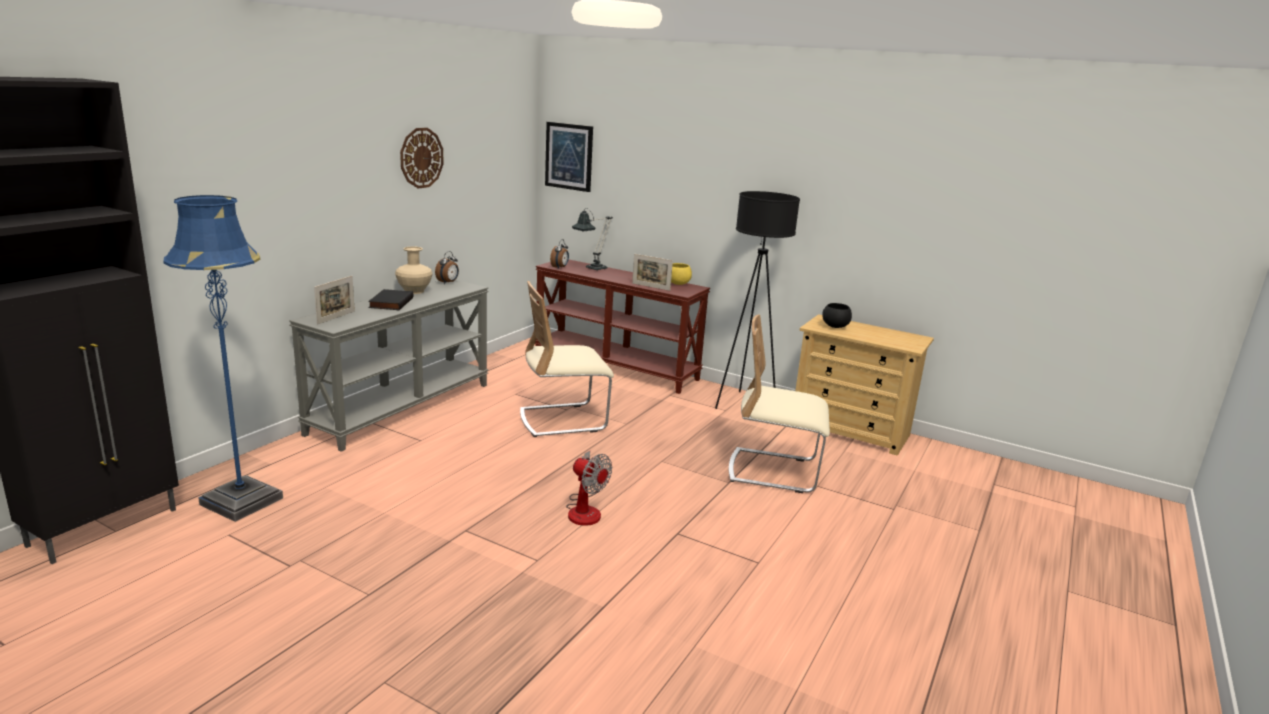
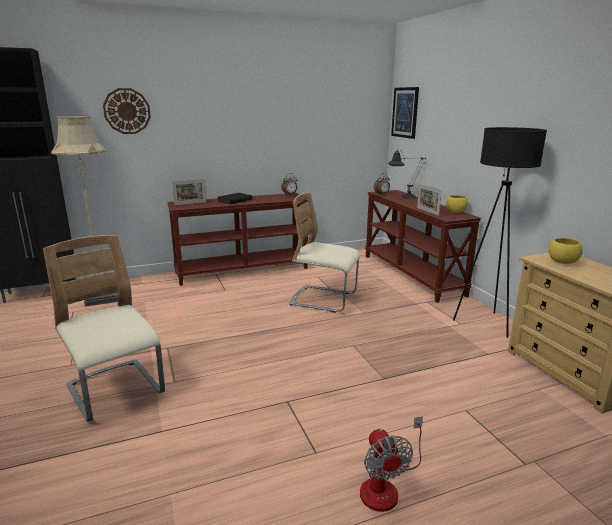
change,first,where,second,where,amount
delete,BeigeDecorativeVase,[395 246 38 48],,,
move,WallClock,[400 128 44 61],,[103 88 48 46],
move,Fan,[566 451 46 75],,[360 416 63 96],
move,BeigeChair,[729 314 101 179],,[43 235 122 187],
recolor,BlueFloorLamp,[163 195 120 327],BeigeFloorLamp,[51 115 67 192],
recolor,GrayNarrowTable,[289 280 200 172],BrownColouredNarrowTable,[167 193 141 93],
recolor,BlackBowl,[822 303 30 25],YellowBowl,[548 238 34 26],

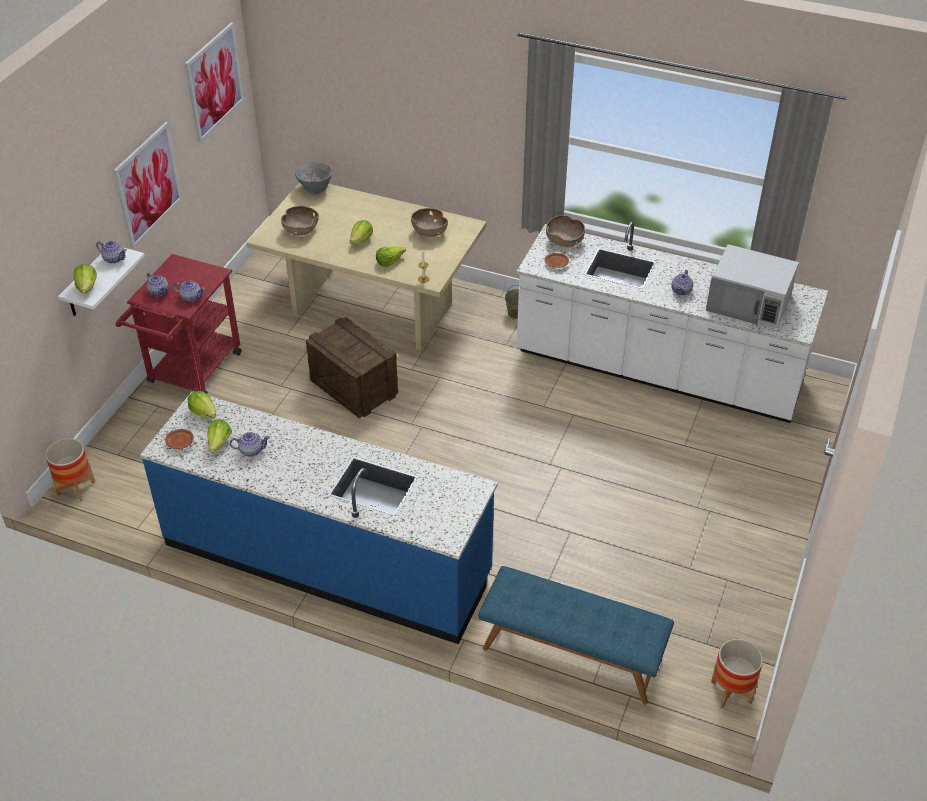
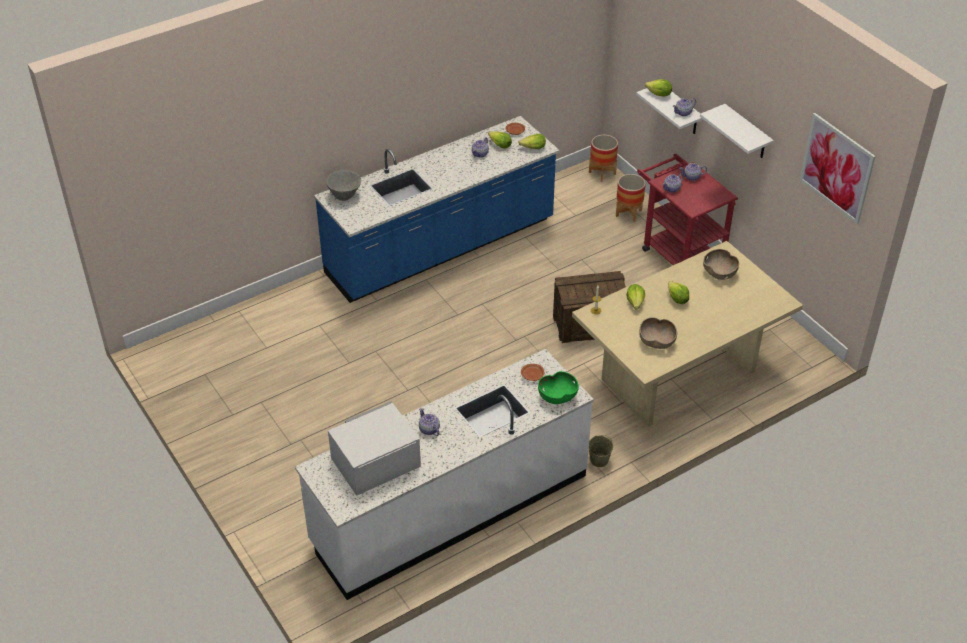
change,first,where,second,where,amount
delete,BlueIndoorBench,[478 566 196 139],,,
move,GrayBowl,[295 162 37 32],,[326 170 35 31],
move,Planter,[711 639 52 70],,[616 174 30 48],
replace,WallArt,[114 122 68 127],WhiteColouredShelf,[700 104 74 54],
recolor,BrownColouredBowl,[546 215 39 32],GreenBowl,[538 371 41 33],

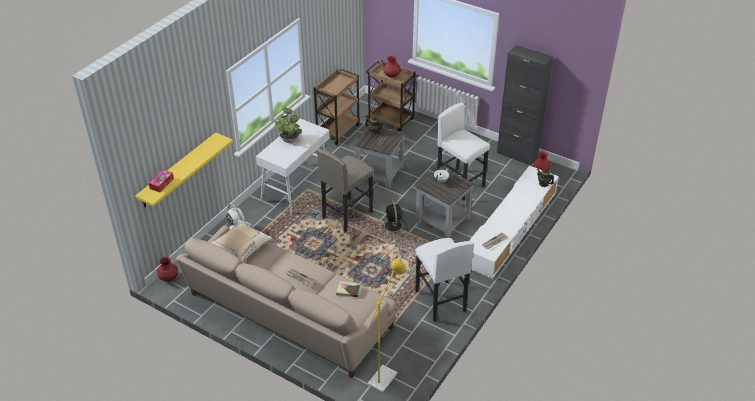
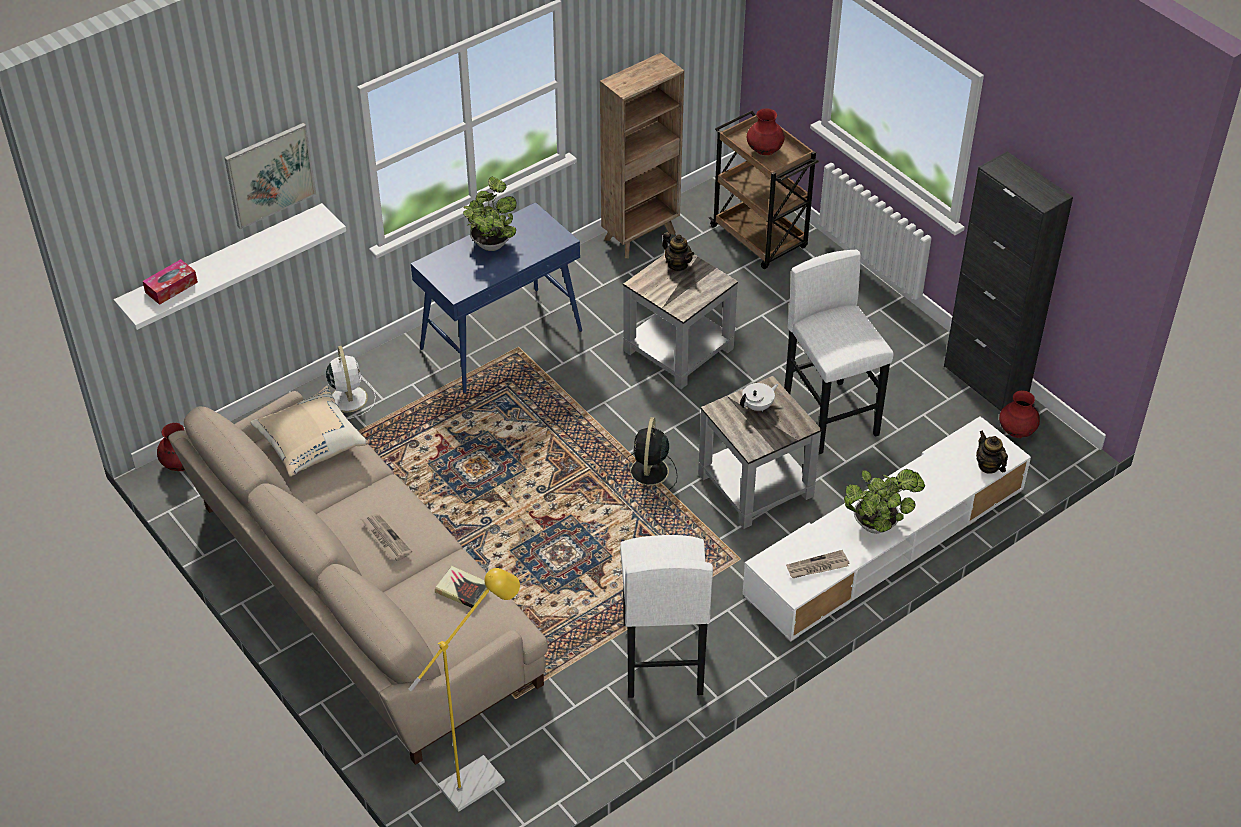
change,first,where,second,where,amount
delete,GrayStoolSeat,[317 150 56 82],,,
insert,,,WallArt,[224 123 92 106],
insert,,,PlantInAPot,[844 469 81 65],
replace,BrownColouredWheeledCart,[313 69 46 76],BrownColouredShelvingUnit,[600 53 84 205],
recolor,YellowShelf,[135 132 98 75],WhiteColouredShelf,[114 203 232 127],
recolor,WhiteColouredNarrowTable,[256 119 74 95],BlueNarrowTable,[411 202 171 191],

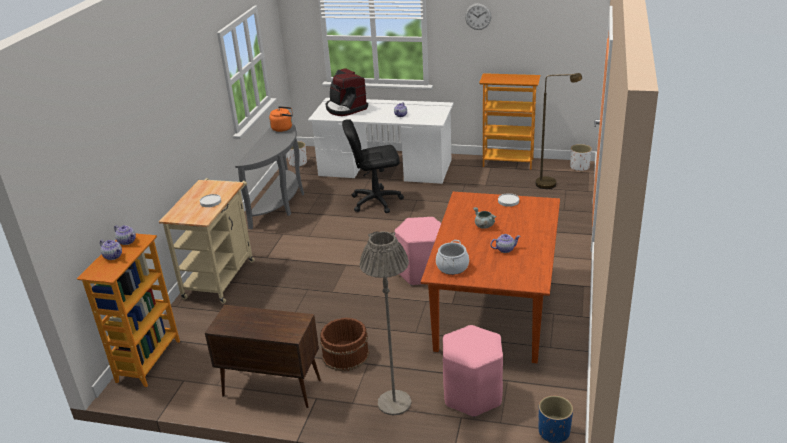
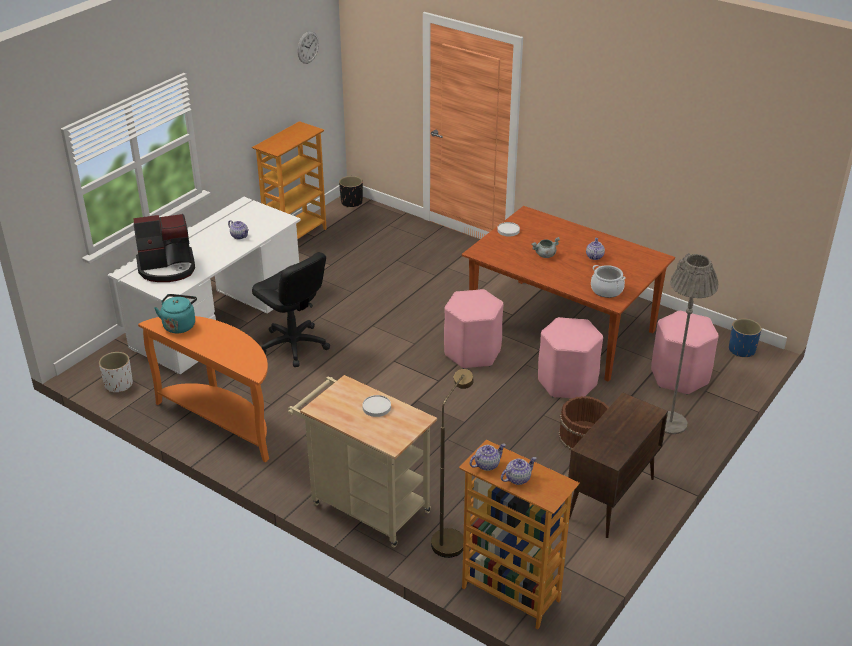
change,first,where,second,where,amount
insert,,,PinkColouredStoolSeat,[538 317 65 81],
move,WallClock,[465 3 27 27],,[297 31 22 33],
move,BrownColouredFloorLamp,[536 73 46 116],,[431 369 43 189],
recolor,GrayNarrowTable,[235 123 69 106],OrangeyNarrowTable,[138 316 131 146],
recolor,OrangeyKettle,[269 106 24 26],TurquoiseColouredKettle,[154 294 43 39],
recolor,WhiteColouredPlanter,[570 144 22 28],BlackPlanter,[339 176 24 32],
rotate,BlackOfficeChair,[342 119 62 94],,[252 252 78 115],60 degrees counterclockwise

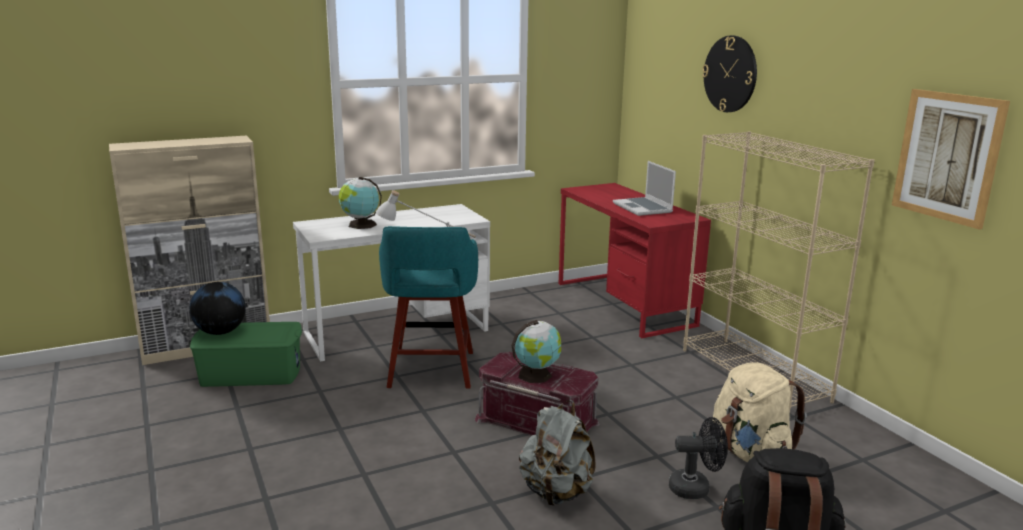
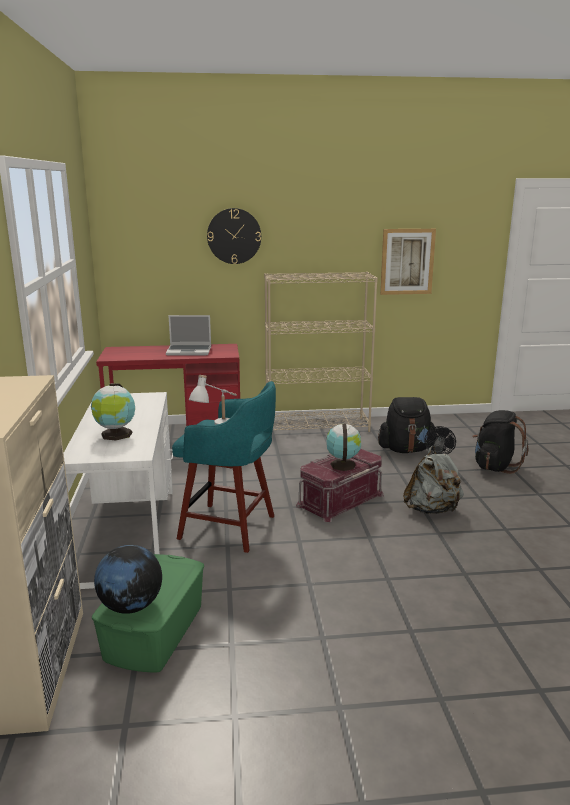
change,first,where,second,where,amount
recolor,BeigeKnapsack,[713 362 94 100],BlackKnapsack,[378 397 60 56],

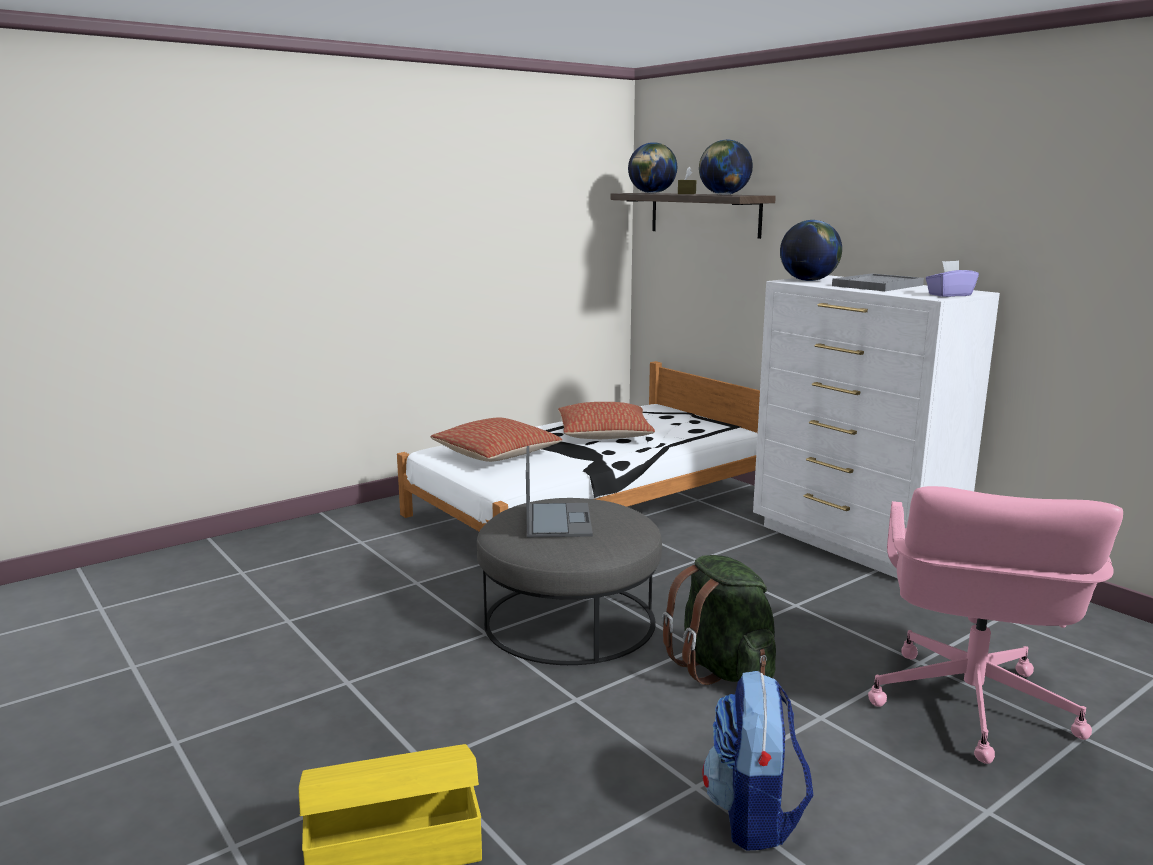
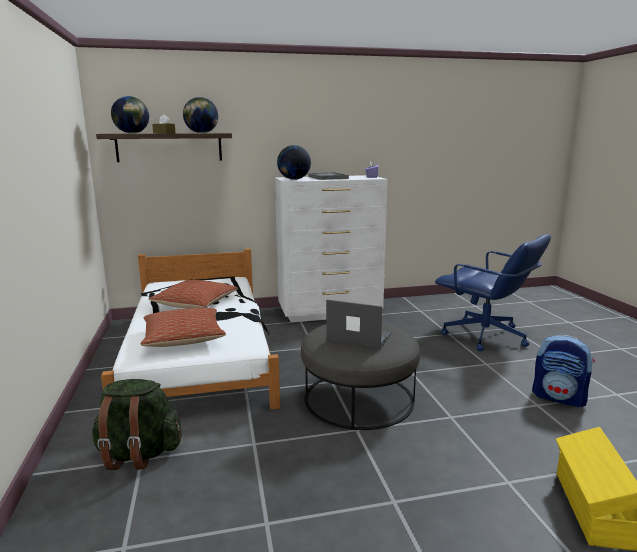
change,first,where,second,where,amount
move,GreenKnapsack,[662 555 114 130],,[92 379 90 91],
recolor,PinkColouredOfficeChair,[868 486 255 278],BlueOfficeChair,[435 234 116 117],

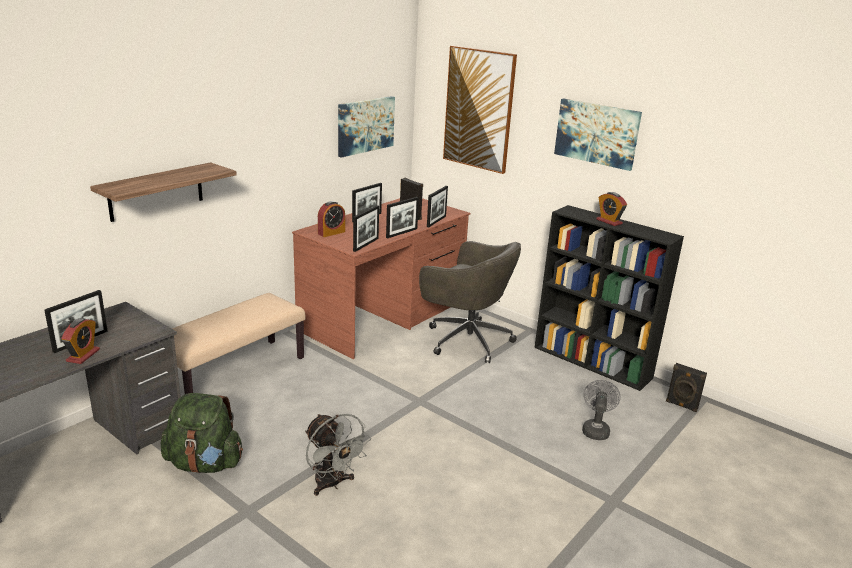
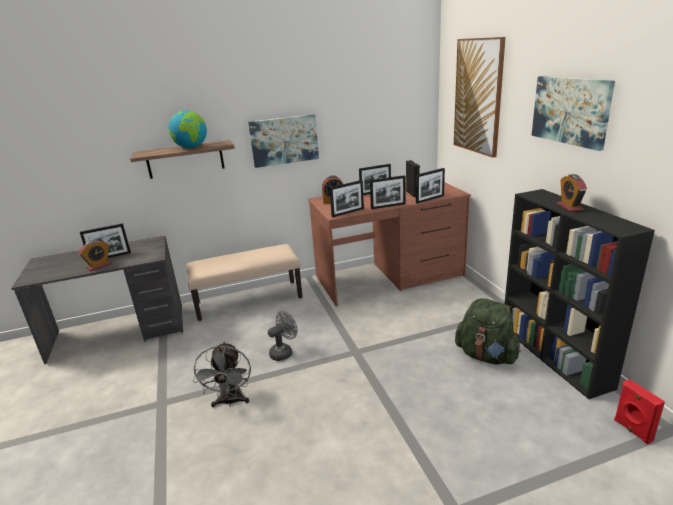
change,first,where,second,where,amount
delete,GrayOfficeChair,[419 241 102 122],,,
insert,,,DeskGlobe,[169 110 38 38],
move,GreenKnapsack,[161 393 82 80],,[455 298 66 66],
move,WallArt,[338 96 57 62],,[248 114 71 54],
move,GrayFan,[582 380 39 60],,[268 311 29 50],
recolor,BlackLoudspeaker,[666 363 41 49],ReddishLoudspeaker,[614 379 51 65],

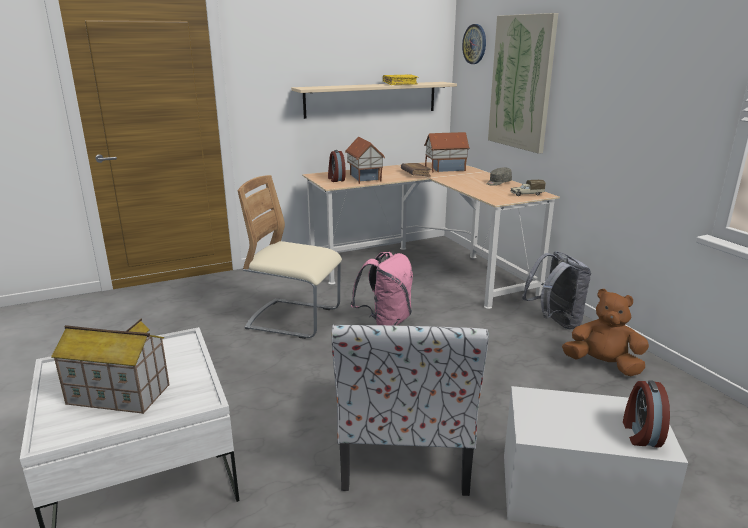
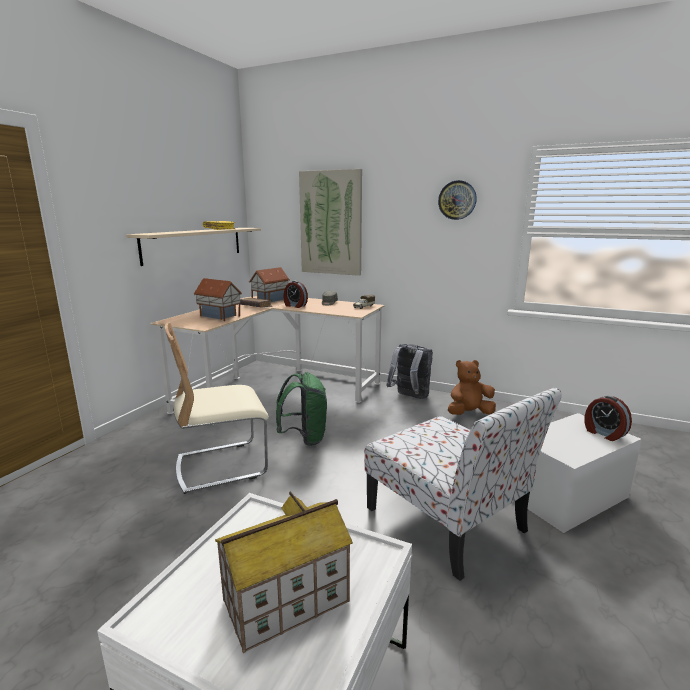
change,first,where,second,where,amount
move,BedsideClock,[328 150 18 32],,[283 281 25 27],
move,WallClock,[462 24 24 40],,[438 180 39 40],
recolor,PinkColouredKnapsack,[351 252 62 74],GreenKnapsack,[276 372 51 74],

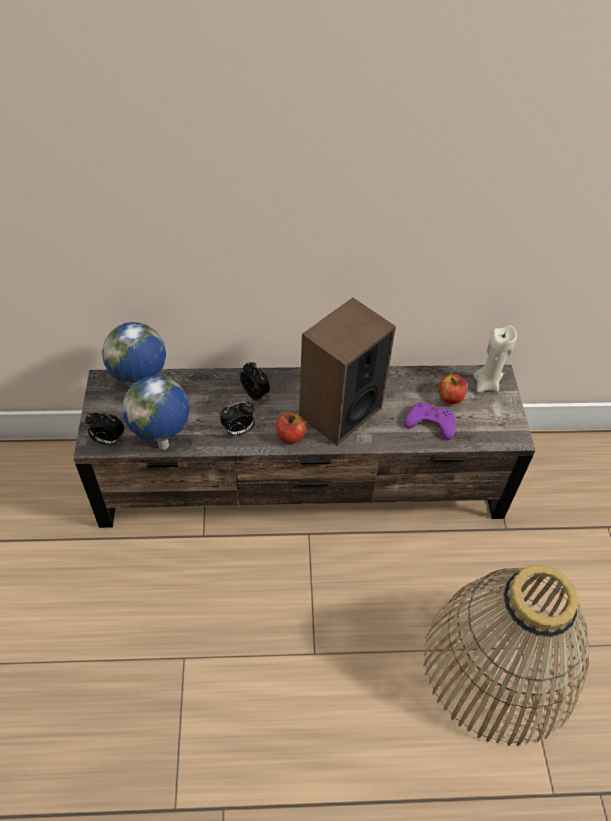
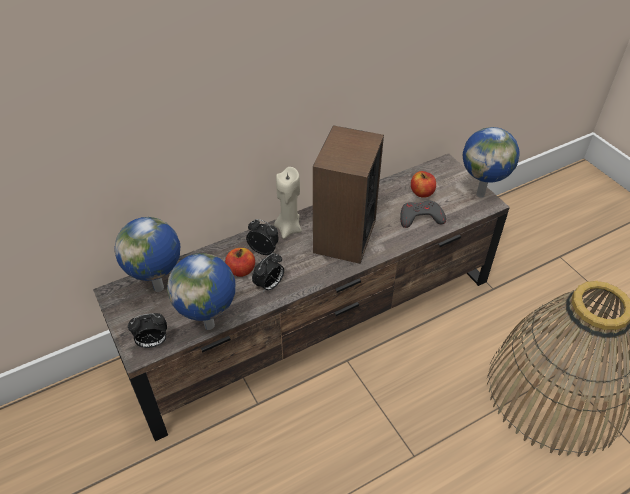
change,first,where,second,where,amount
insert,,,DeskGlobe,[463 127 57 71],
move,AppleFruit,[275 413 31 30],,[225 248 30 29],
move,BeigeCandle,[474 325 43 68],,[274 167 28 72],
recolor,PurpleGameController,[404 402 51 38],GrayGameController,[400 201 46 27],

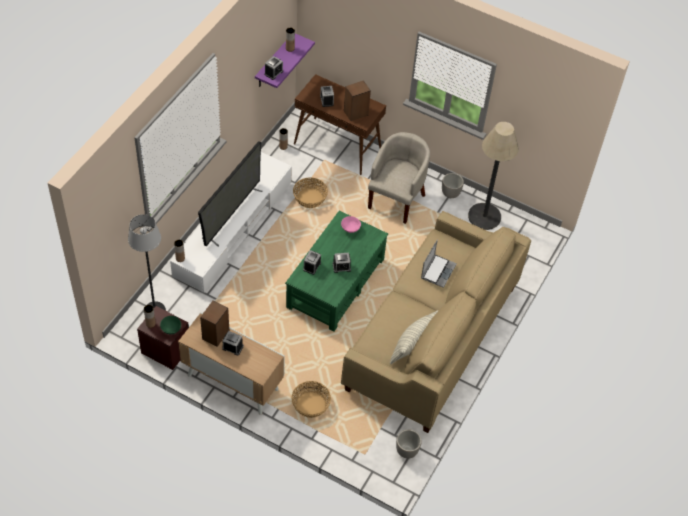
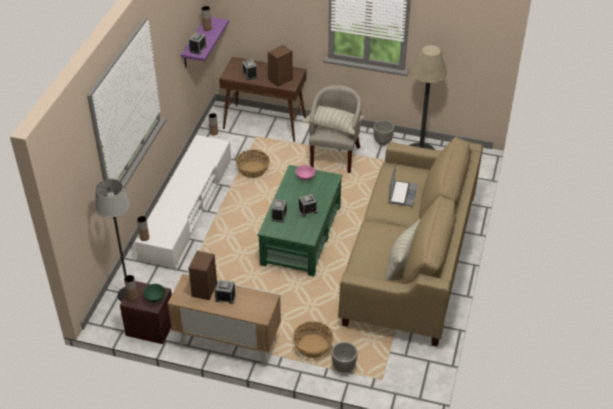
change,first,where,second,where,amount
delete,Television,[198 141 65 105],,,
insert,,,Cushion,[303 106 61 29],
move,Planter,[396 429 26 30],,[332 342 26 31],

